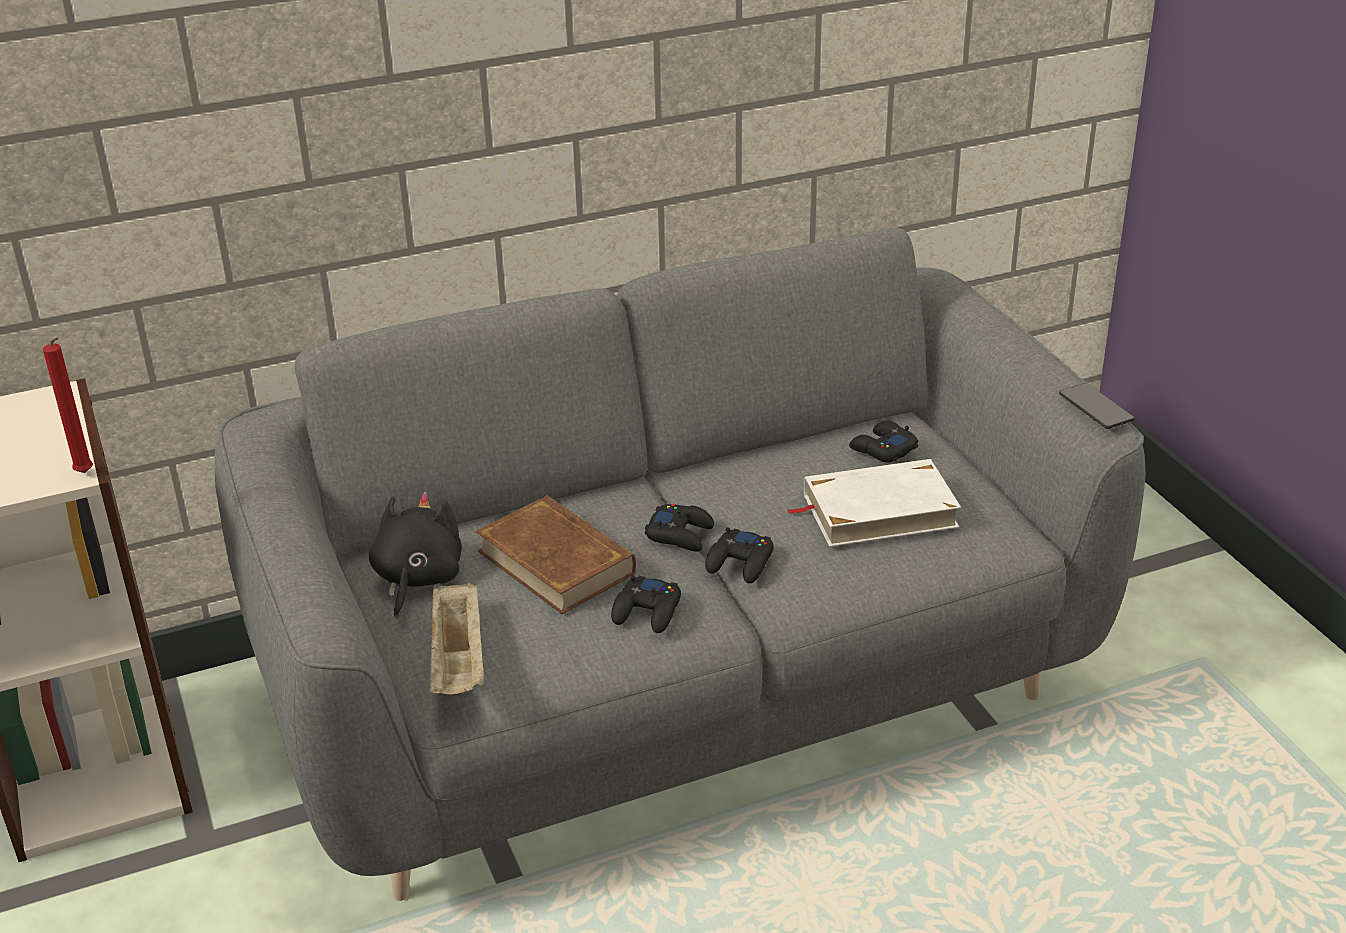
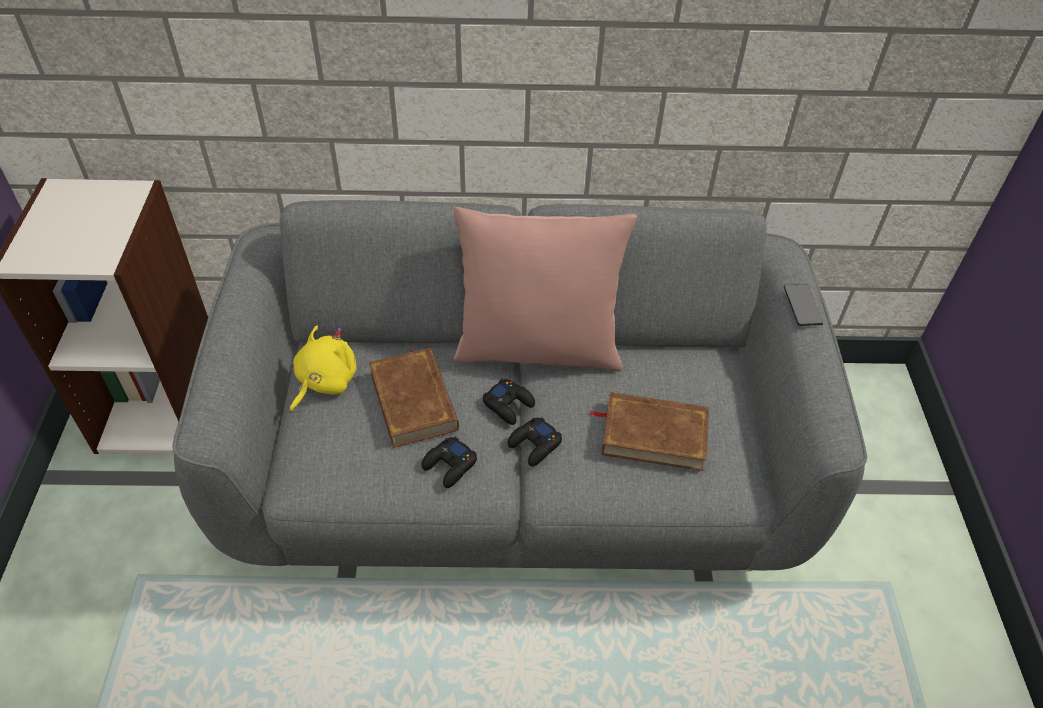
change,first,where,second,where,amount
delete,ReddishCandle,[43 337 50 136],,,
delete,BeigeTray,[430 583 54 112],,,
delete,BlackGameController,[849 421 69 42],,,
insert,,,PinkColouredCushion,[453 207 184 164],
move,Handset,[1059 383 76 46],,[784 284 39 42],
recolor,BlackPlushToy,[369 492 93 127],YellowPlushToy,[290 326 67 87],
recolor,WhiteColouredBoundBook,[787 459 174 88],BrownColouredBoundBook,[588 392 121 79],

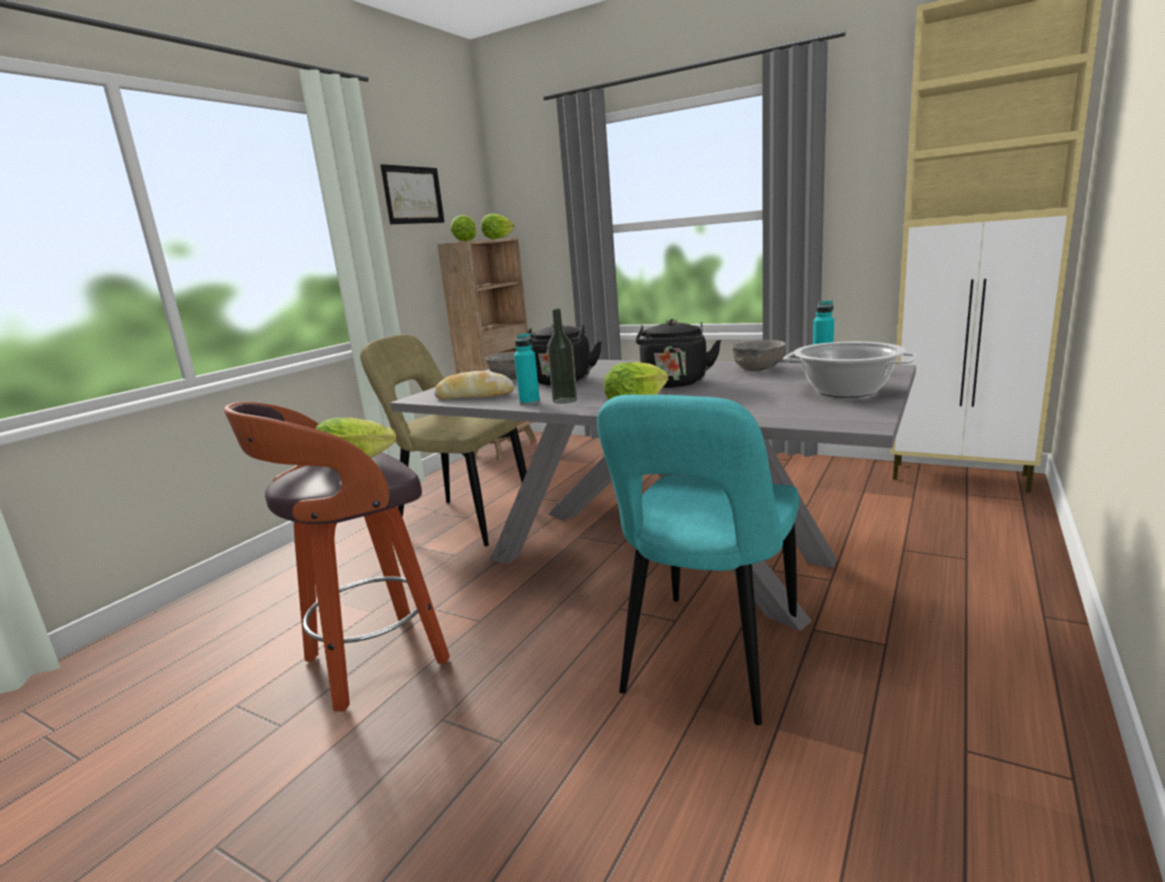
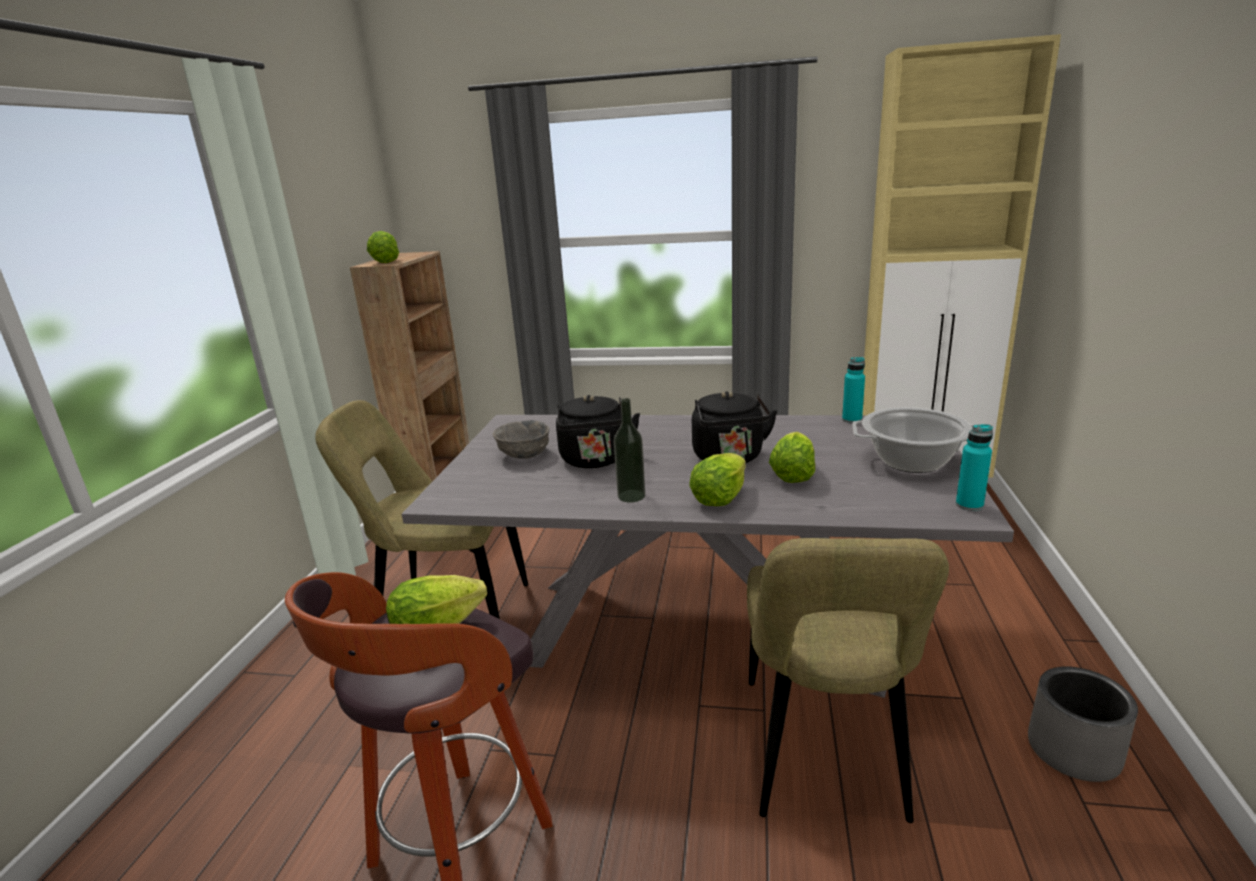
change,first,where,second,where,amount
delete,WallArt,[381 164 64 60],,,
delete,BakeryBread,[434 371 80 28],,,
delete,GrayBowl,[732 340 54 31],,,
insert,,,GrayPlanter,[1028 666 110 116],
move,LettuceHead,[481 214 33 25],,[769 432 46 51],
move,TurquoiseColouredBeverageBottle,[514 333 26 72],,[956 424 37 87],
recolor,TurquoiseColouredChair,[597 395 202 330],BeigeChair,[747 538 202 285],

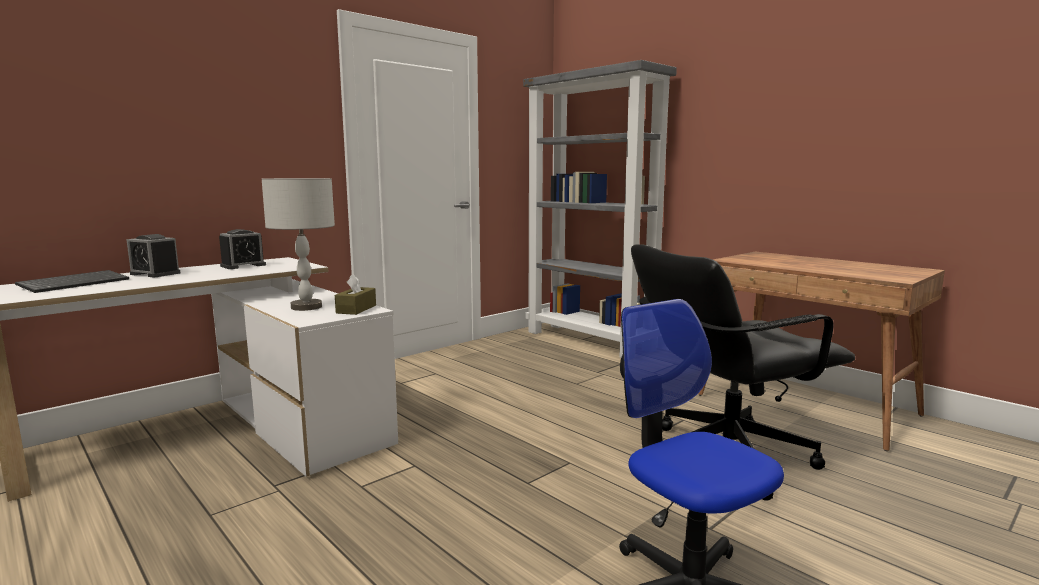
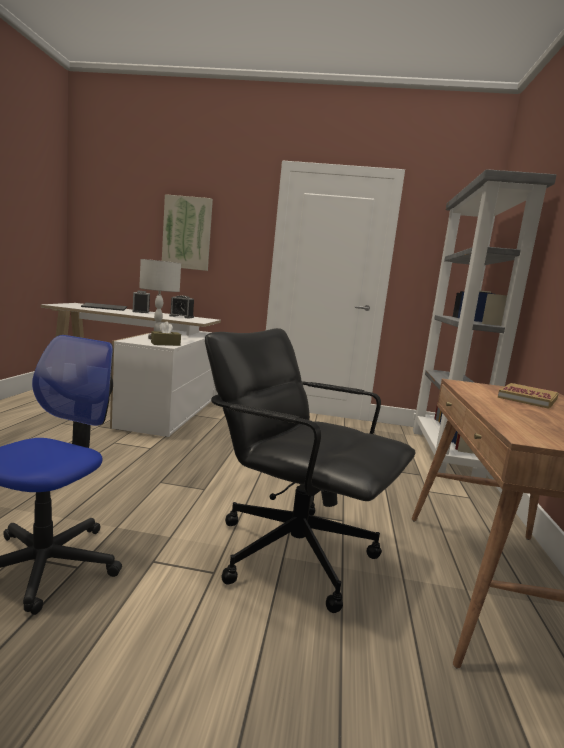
change,first,where,second,where,amount
insert,,,WallArt,[162 194 51 77],
insert,,,BoundBook,[498 383 61 26],

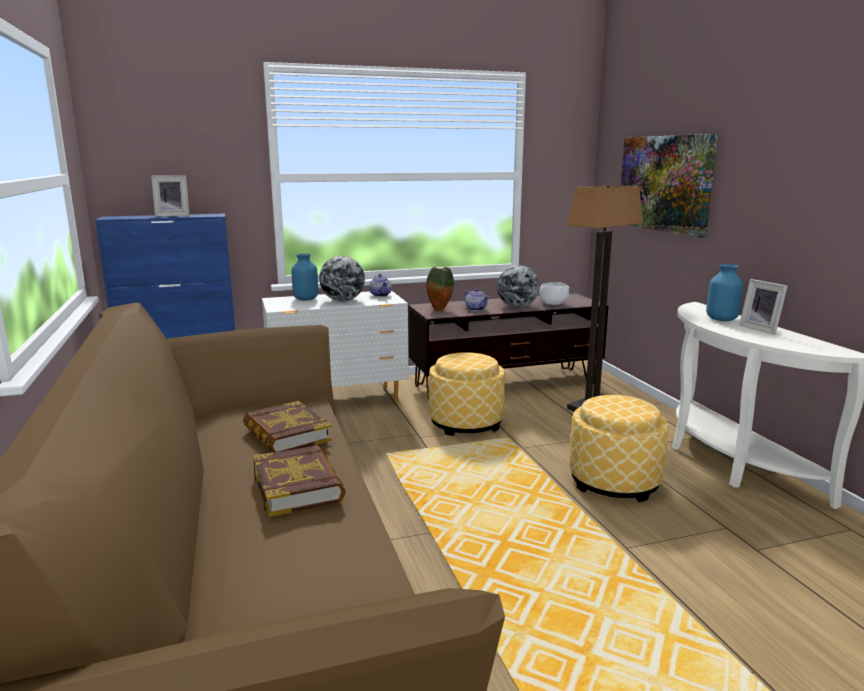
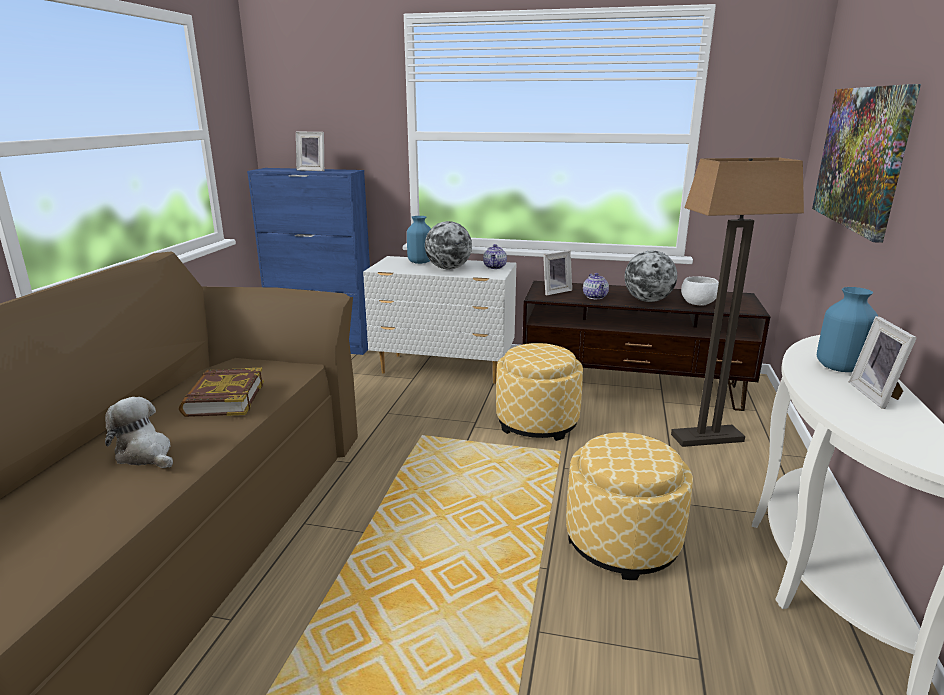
change,first,where,second,where,amount
replace,BoundBook,[253 446 93 71],PlushToy,[105 397 68 71],
replace,DecorativeVase,[426 267 28 44],PictureFrame,[543 250 29 46],

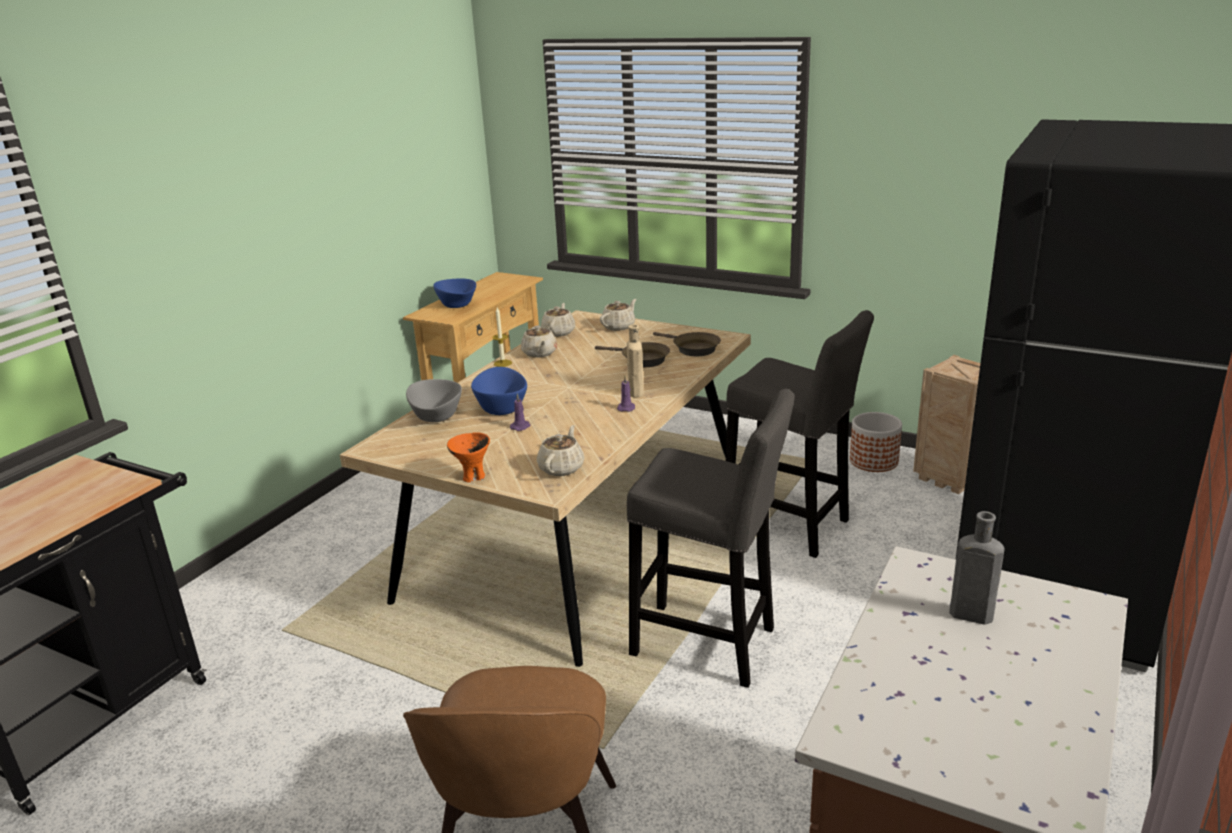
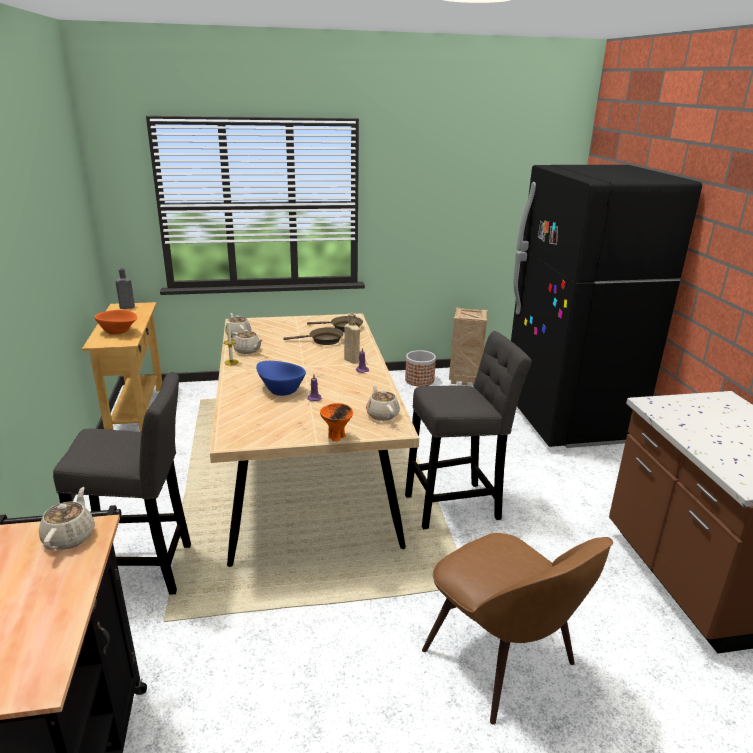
change,first,where,second,where,amount
delete,GrayBowl,[406 379 56 43],,,
move,BeigeTeaPot,[600 299 37 32],,[39 487 56 63],
move,GrayStoolSeat,[726 310 148 248],,[53 372 138 223],
move,GrayBeverageBottle,[949 511 56 114],,[116 268 19 41],
recolor,BlueBowl,[433 279 43 29],OrangeyBowl,[94 310 43 25],

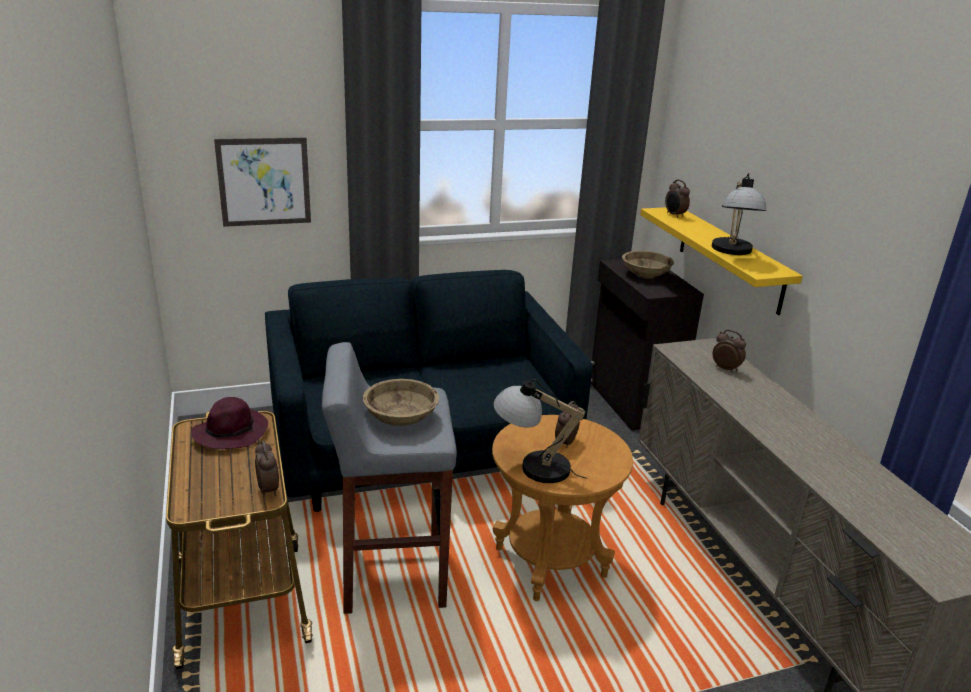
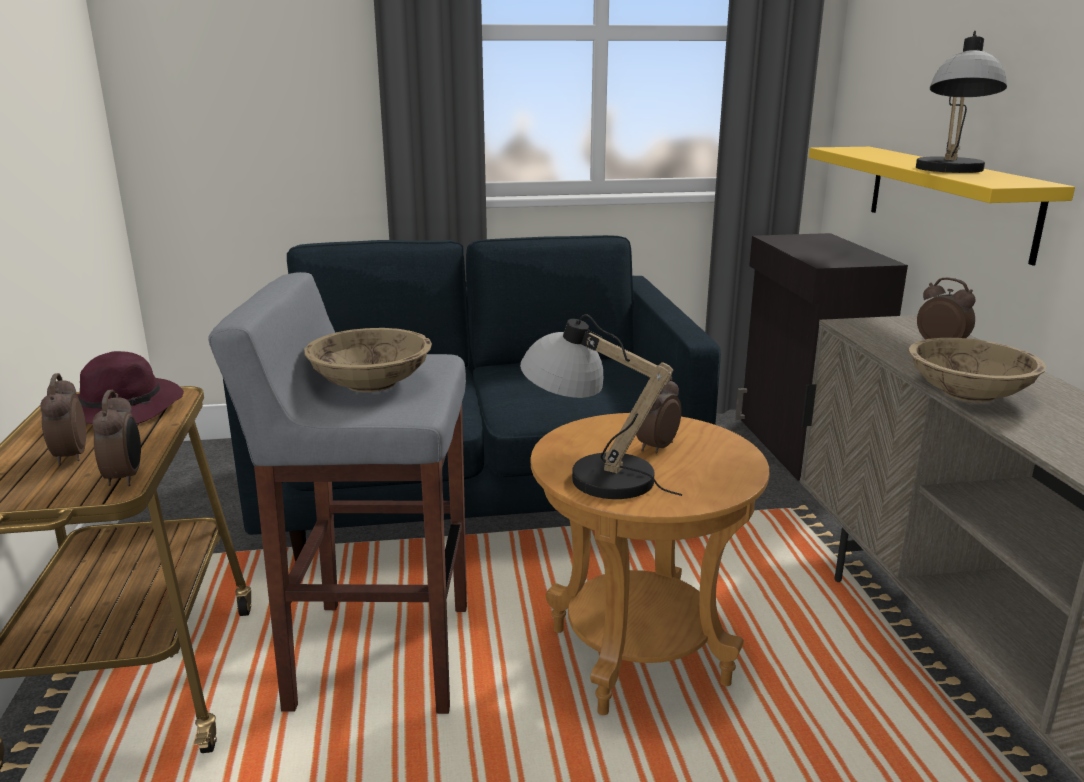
change,first,where,second,where,amount
delete,WallArt,[214 137 97 90],,,
move,BeigeBowl,[622 251 52 27],,[909 338 137 64],
move,BedsideClock,[665 180 25 38],,[40 373 46 93],

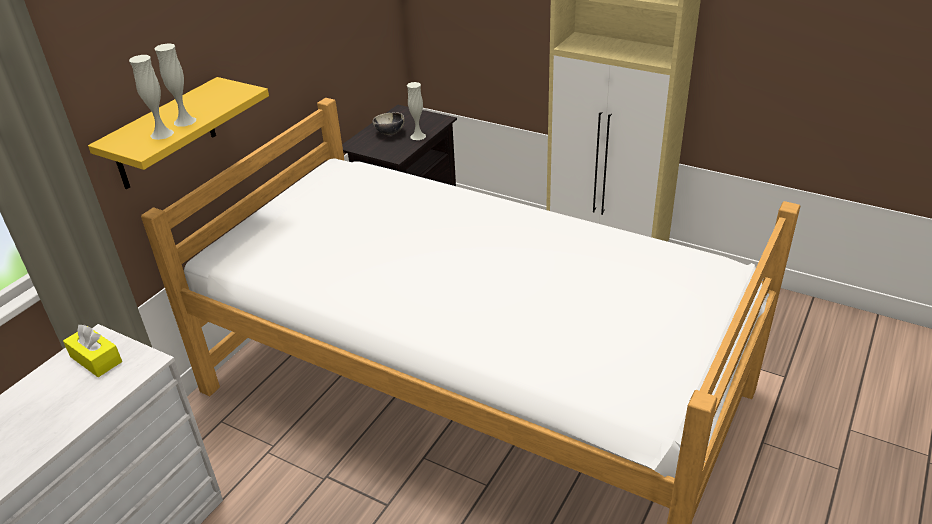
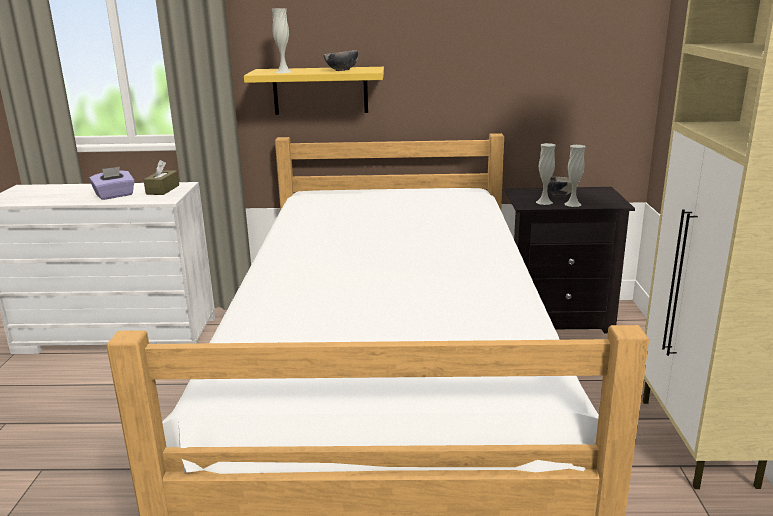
change,first,where,second,where,amount
insert,,,PurpleTissueBox,[89 167 46 33],
insert,,,Bowl,[324 51 35 20],
move,WhiteColouredDecorativeVase,[154 43 42 84],,[536 143 20 62],
recolor,YellowTissueBox,[63 325 59 52],BrownColouredTissueBox,[143 160 36 35],

